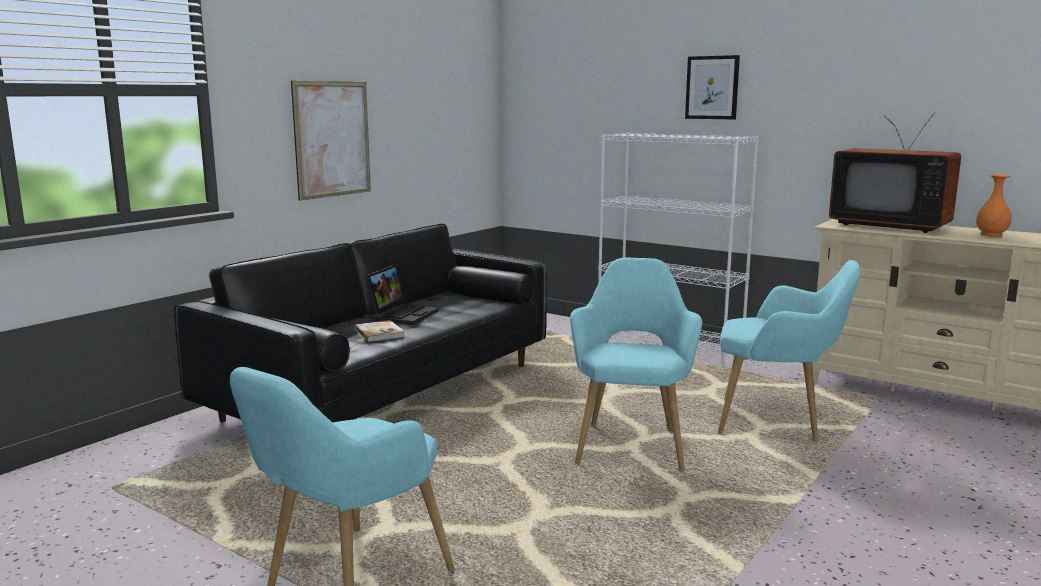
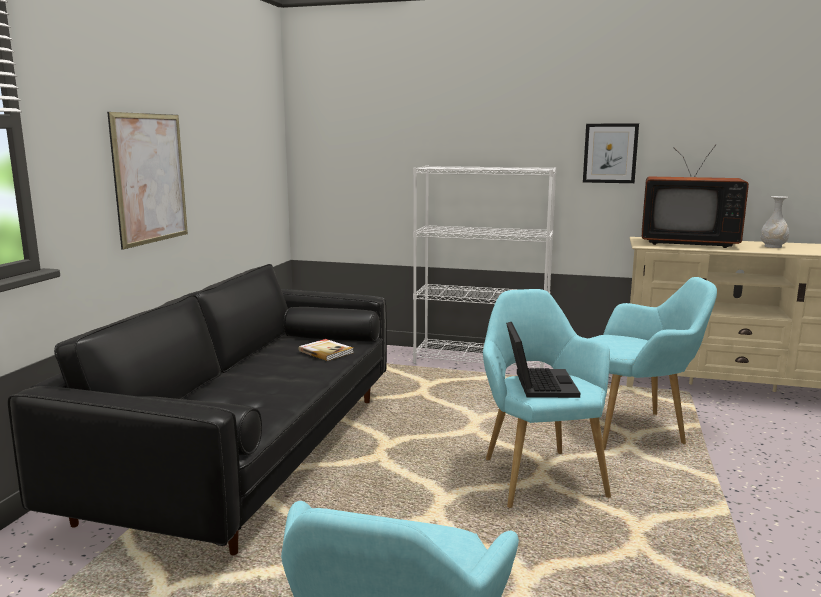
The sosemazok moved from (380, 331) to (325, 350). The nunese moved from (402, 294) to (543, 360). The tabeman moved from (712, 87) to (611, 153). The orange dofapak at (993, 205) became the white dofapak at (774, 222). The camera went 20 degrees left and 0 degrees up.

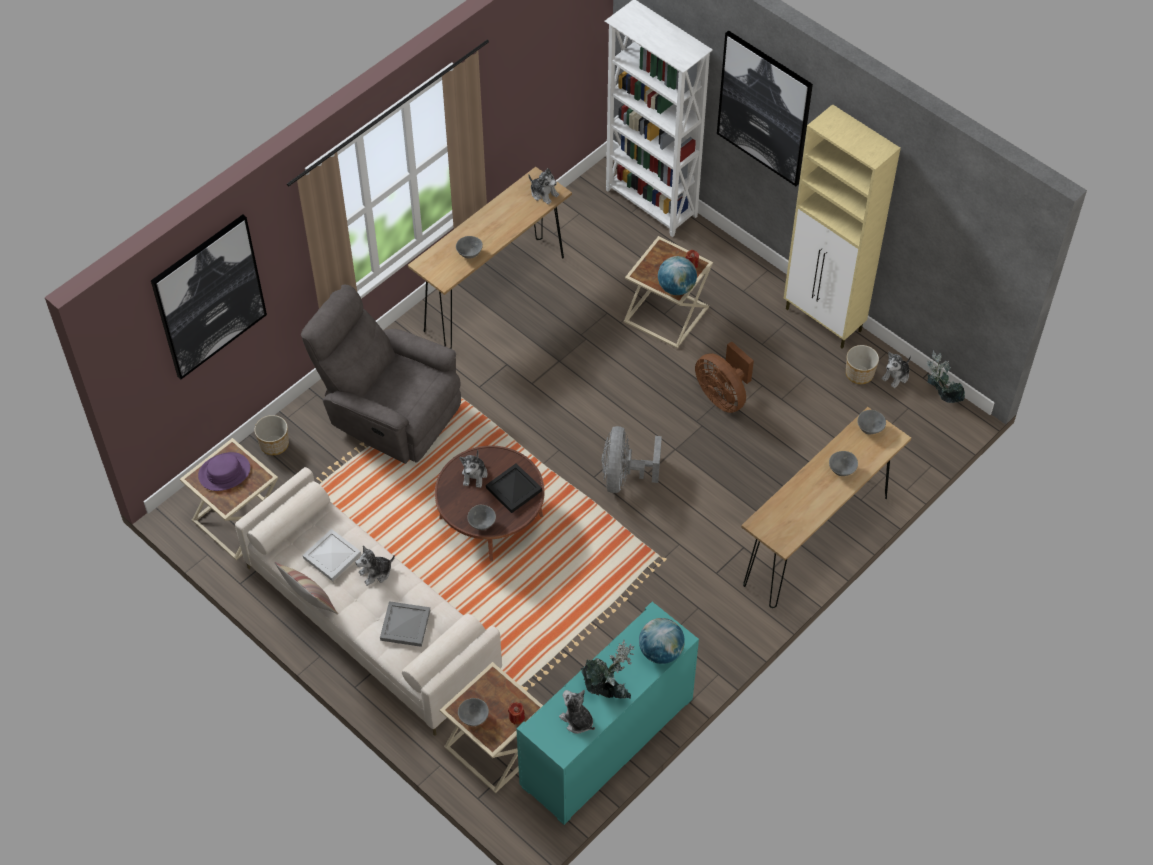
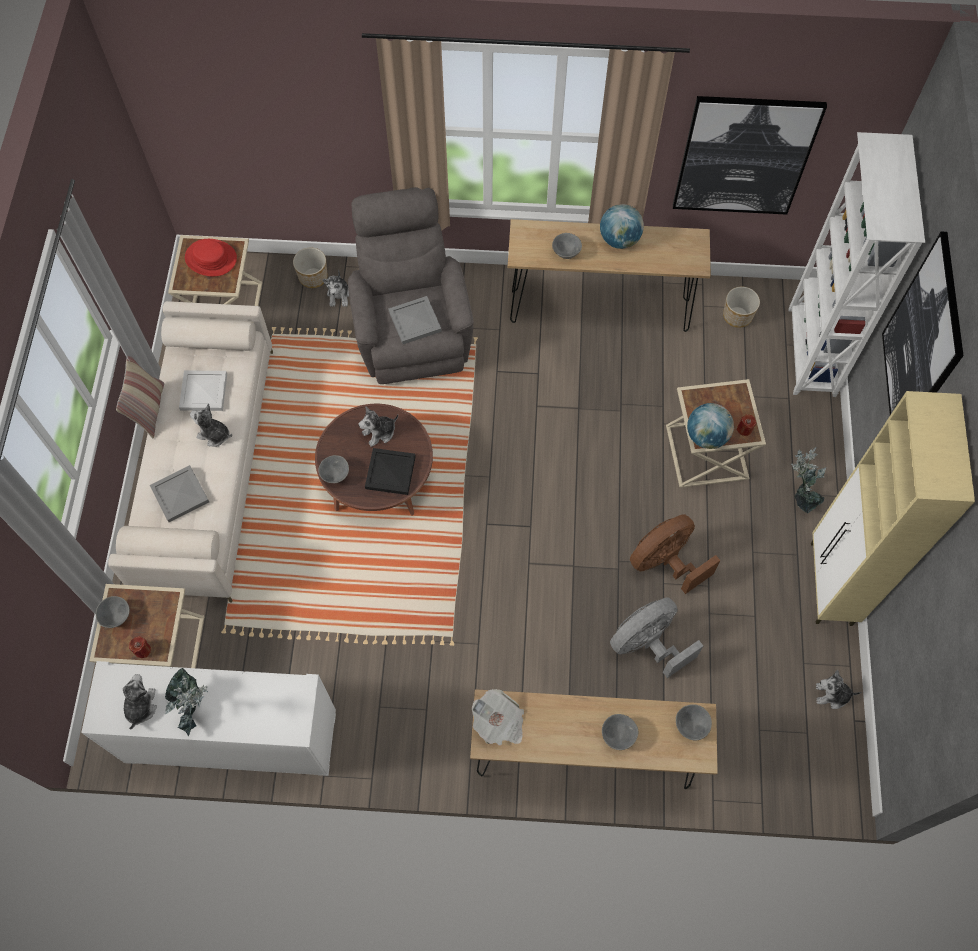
The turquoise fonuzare at (607, 713) became the white fonuzare at (208, 718). The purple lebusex at (224, 471) became the red lebusex at (211, 257). The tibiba moved from (543, 186) to (335, 288). The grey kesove at (415, 320) appeared. The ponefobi at (498, 717) appeared. The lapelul moved from (662, 641) to (622, 226). The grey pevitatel moved from (632, 459) to (656, 637). The brown pevitatel at (724, 377) turned 45 degrees clockwise. The tabeman moved from (209, 297) to (750, 155). The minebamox moved from (862, 364) to (741, 307). The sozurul moved from (946, 376) to (808, 480). The camera went 50 degrees right and 10 degrees up.

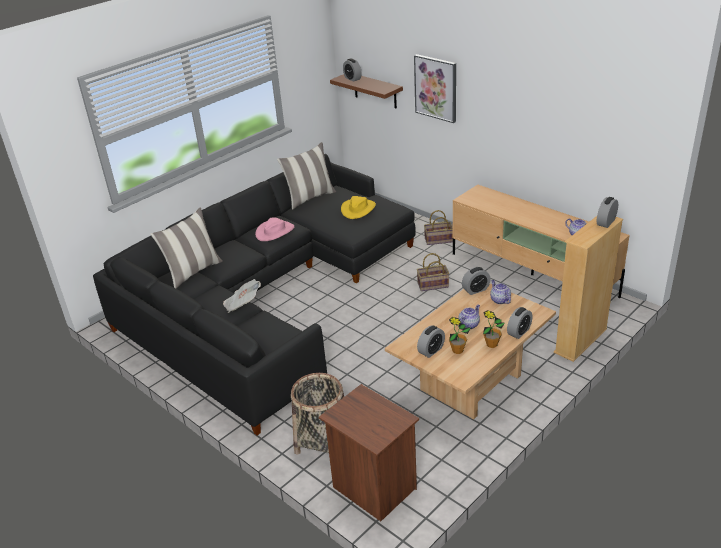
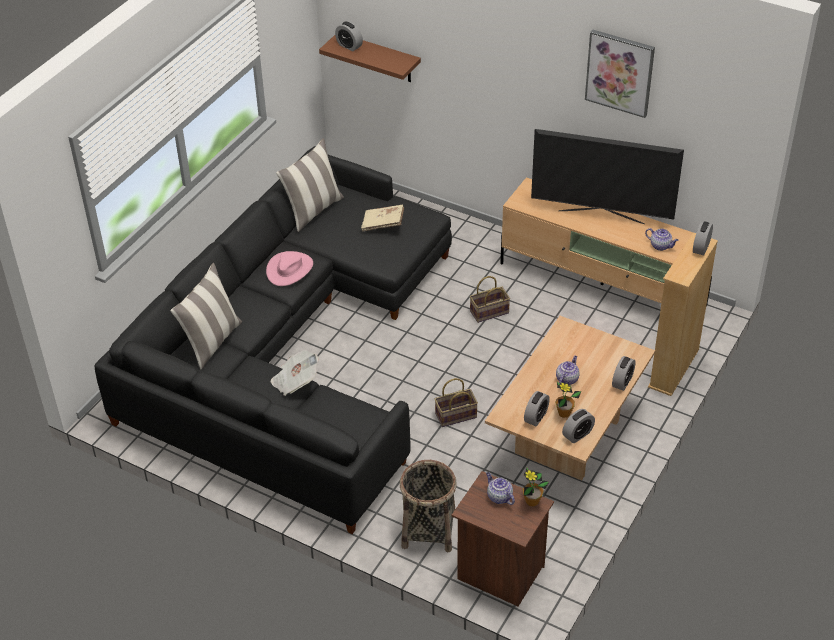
The yellow lebusex at (358, 207) was replaced by the beige sosemazok at (382, 218). The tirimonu moved from (438, 227) to (456, 402). The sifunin moved from (500, 292) to (500, 488). The sozurul moved from (494, 329) to (536, 487). The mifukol at (607, 176) appeared. The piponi moved from (476, 281) to (578, 426). The tabeman moved from (435, 88) to (620, 73). The camera went 15 degrees left and 10 degrees up.

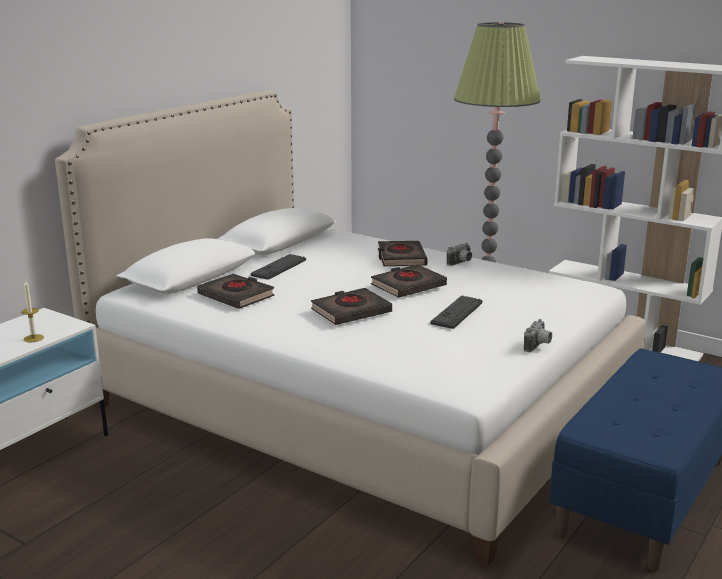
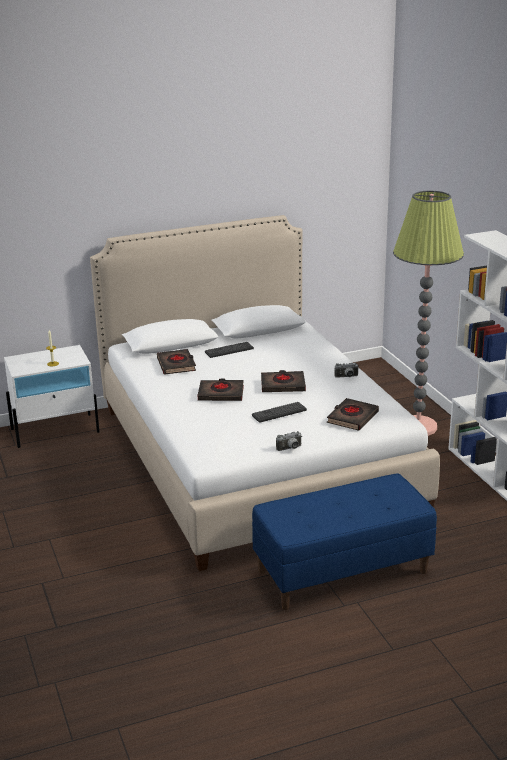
The black sosemazok moved from (403, 253) to (353, 414). The camera went 35 degrees right and 5 degrees up.

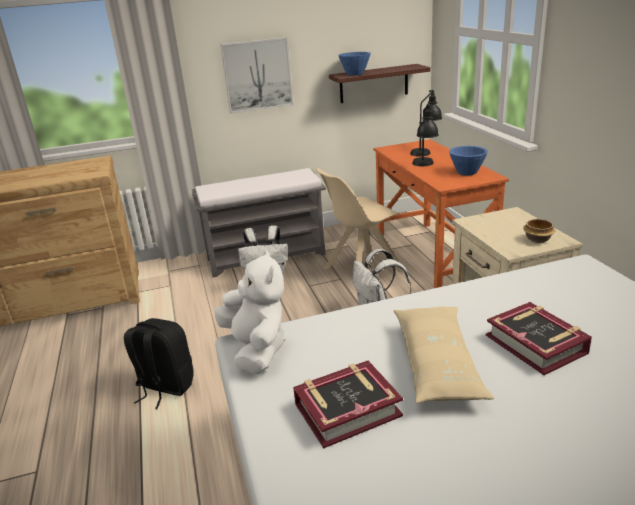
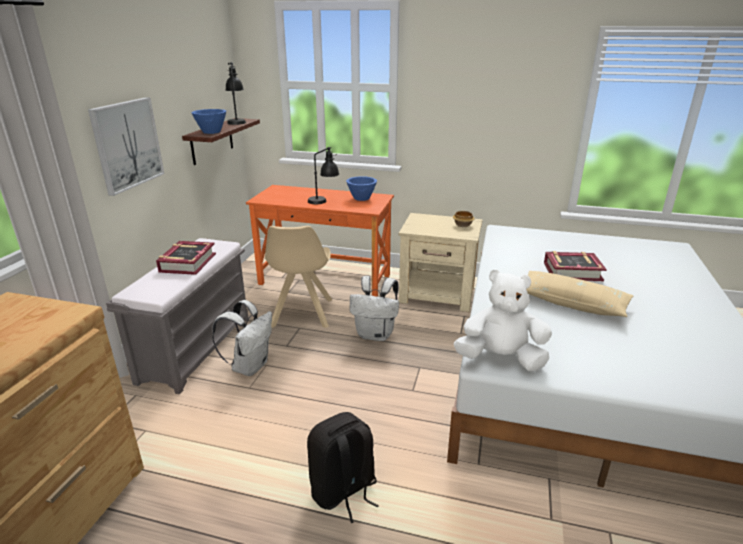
The sosemazok moved from (348, 404) to (186, 258). The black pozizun moved from (426, 123) to (236, 93). The camera went 60 degrees left and 0 degrees up.

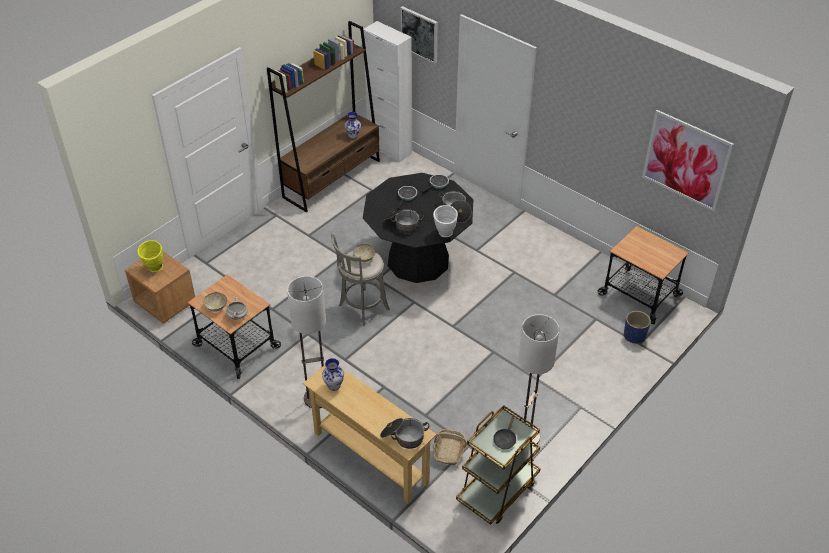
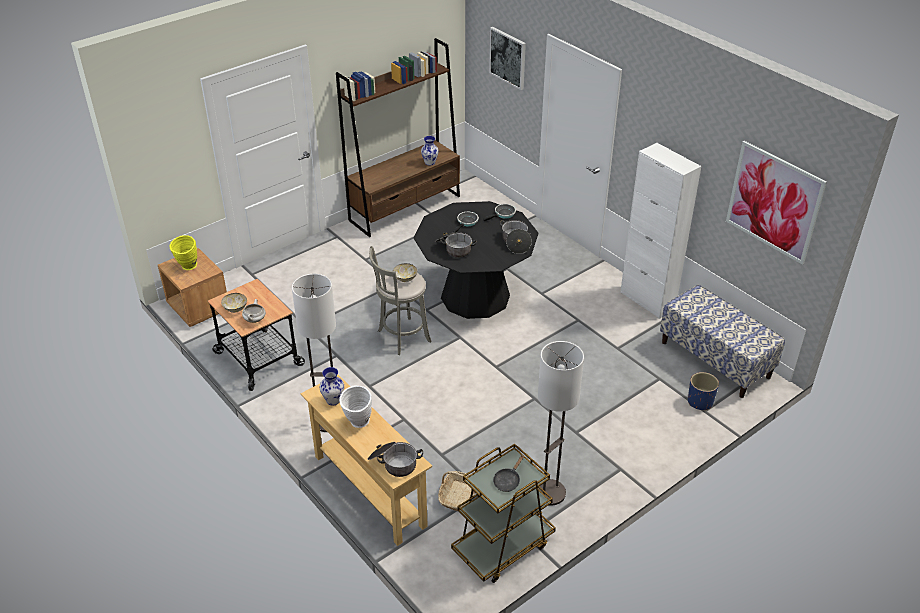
The white dofapak moved from (445, 221) to (355, 407). The white fonuzare moved from (387, 91) to (660, 231). The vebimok at (643, 275) was replaced by the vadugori at (722, 341). The camera went 10 degrees right and 5 degrees down.

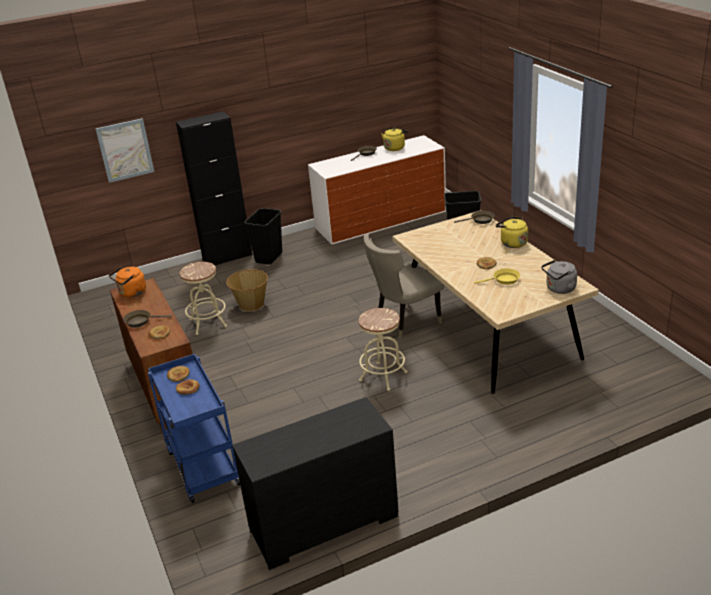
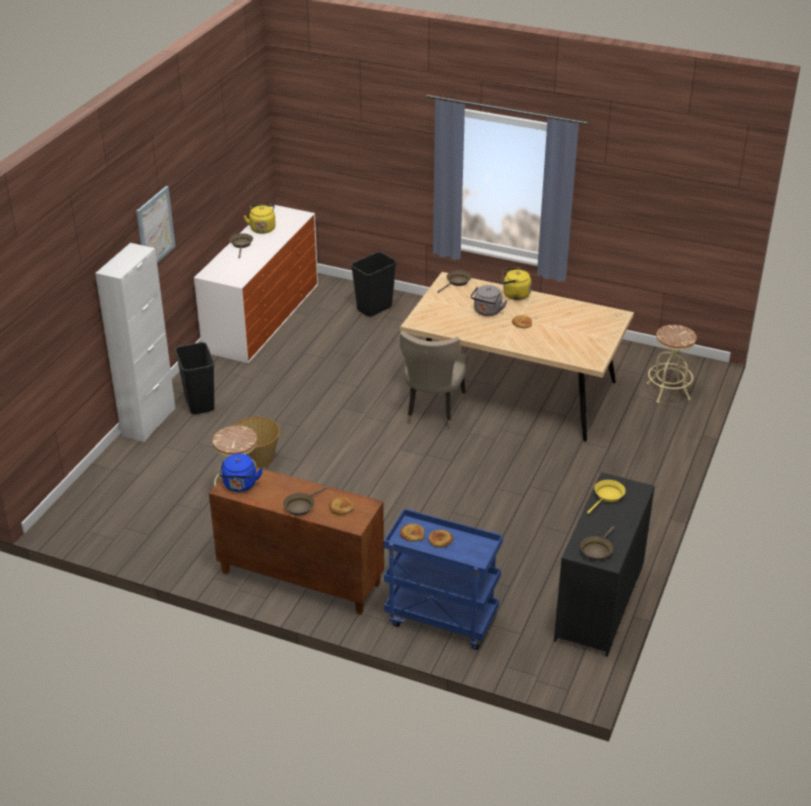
The black fonuzare at (214, 188) became the white fonuzare at (135, 342). The tabeman moved from (125, 150) to (155, 224). The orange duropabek at (127, 282) became the blue duropabek at (241, 473). The grey duropabek moved from (559, 277) to (489, 300). The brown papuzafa at (597, 543) appeared. The yellow papuzafa moved from (497, 276) to (606, 497). The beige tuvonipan moved from (383, 349) to (672, 364). The camera went 45 degrees left and 5 degrees up.

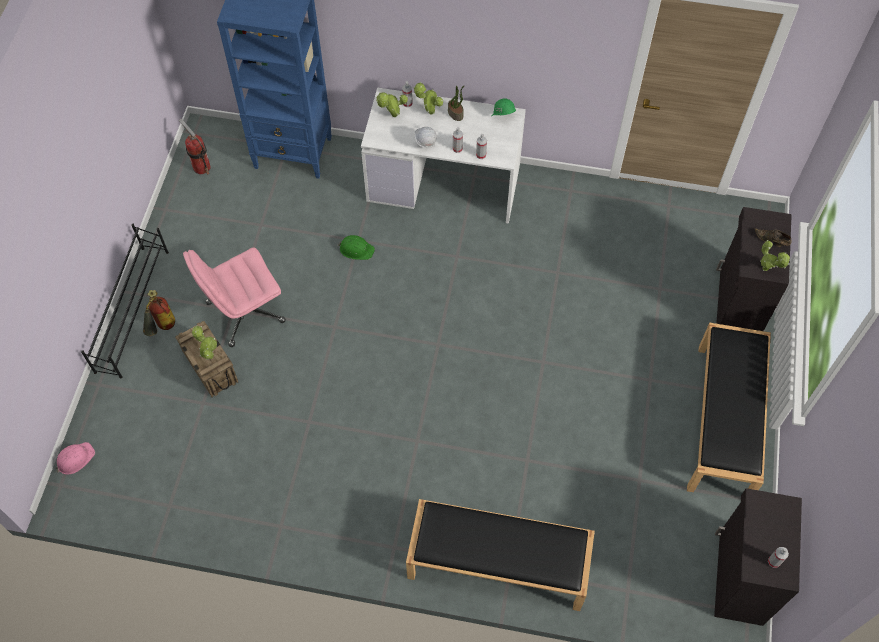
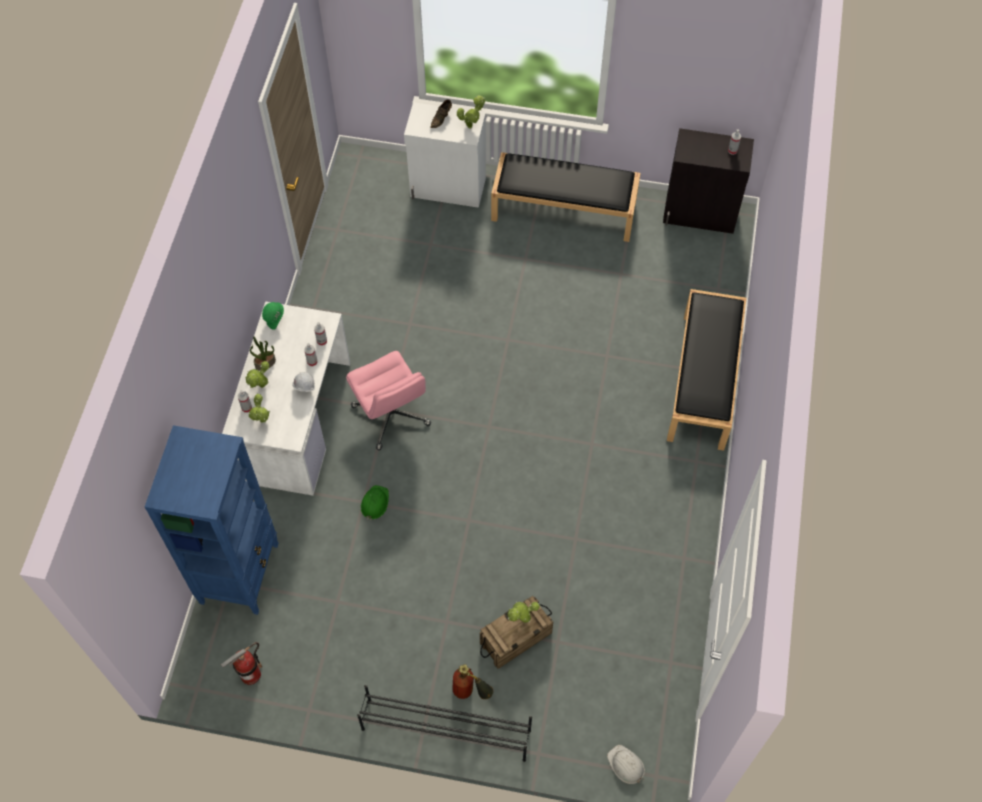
The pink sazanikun moved from (234, 297) to (388, 400). The black fonuzare at (754, 269) became the white fonuzare at (445, 155). The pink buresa at (75, 458) became the white buresa at (626, 764). The camera went 90 degrees left and 0 degrees up.

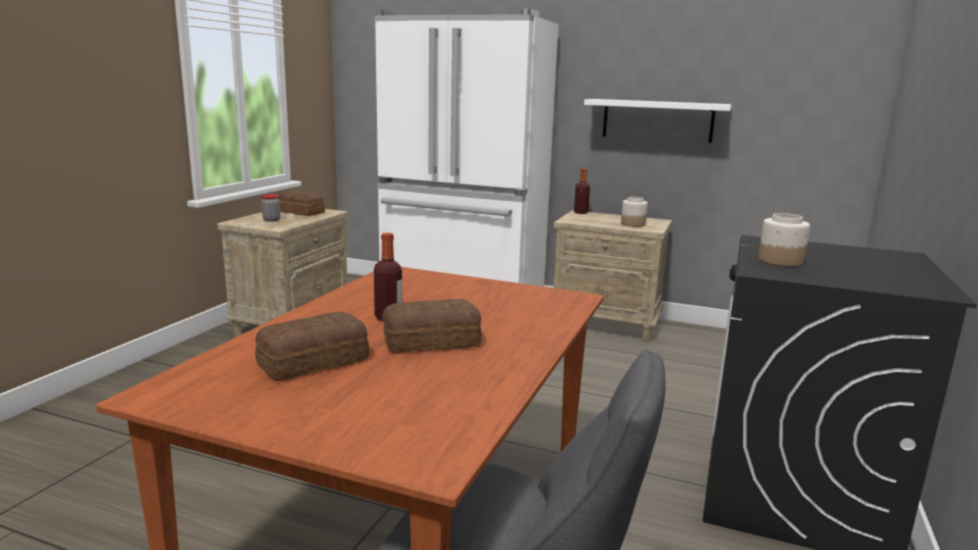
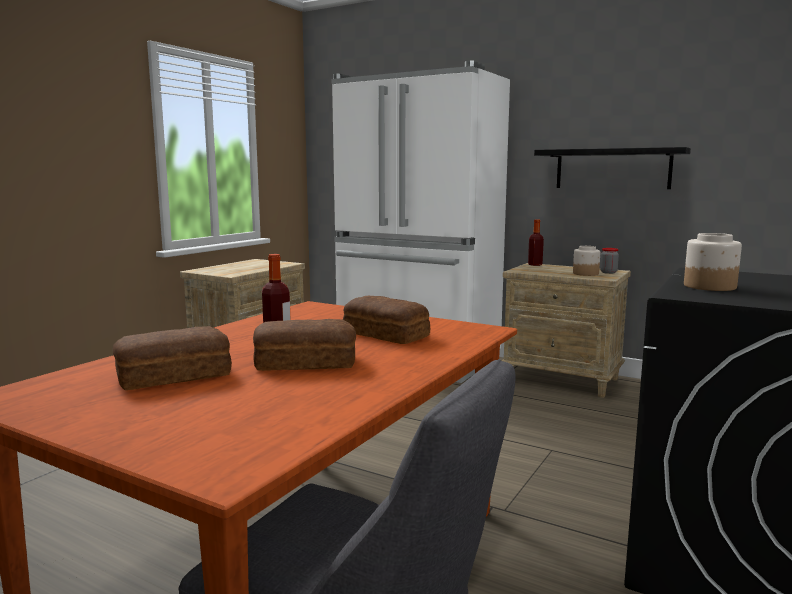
The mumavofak moved from (301, 203) to (386, 320). The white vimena at (658, 121) became the black vimena at (612, 168). The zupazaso moved from (271, 208) to (609, 261). The camera went 10 degrees right and 5 degrees down.

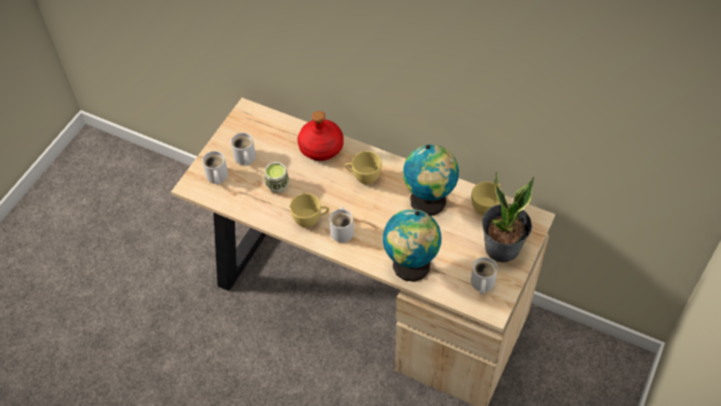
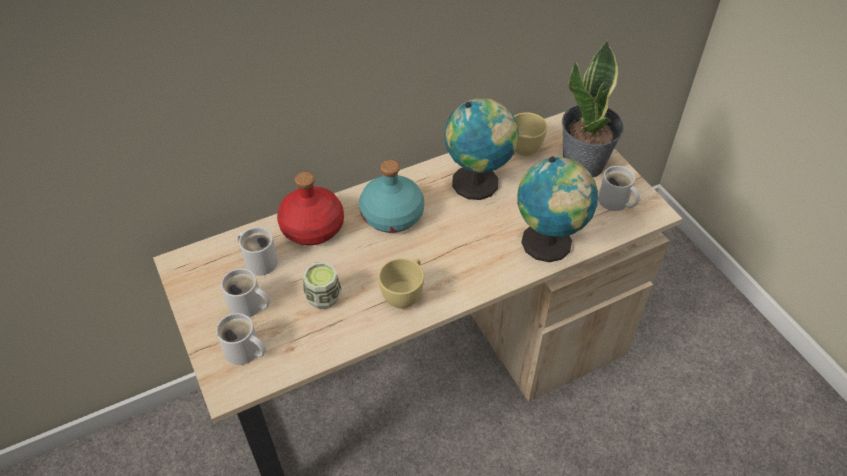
The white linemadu moved from (341, 225) to (257, 251). The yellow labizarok at (363, 167) was replaced by the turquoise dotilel at (391, 196). The camera went 55 degrees left and 5 degrees down.

